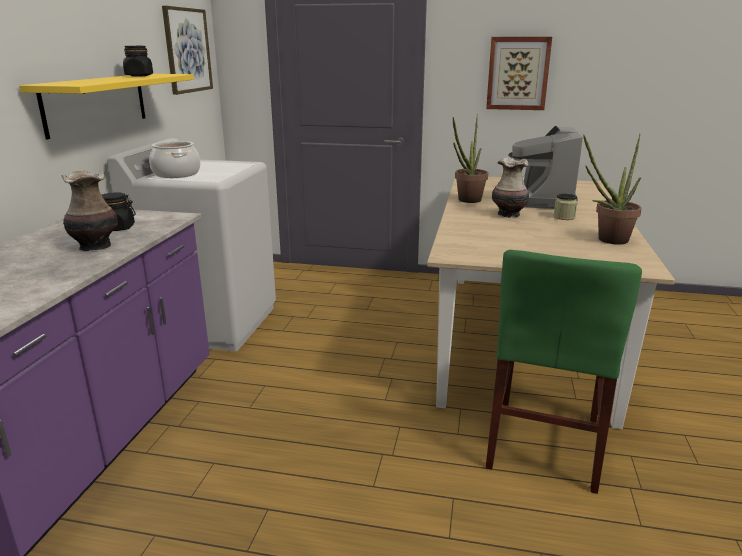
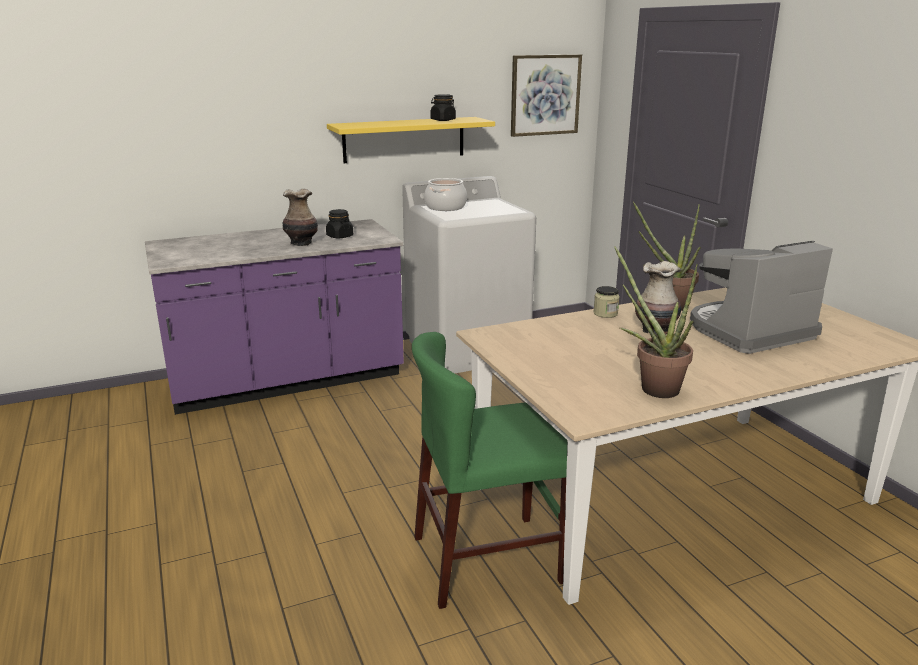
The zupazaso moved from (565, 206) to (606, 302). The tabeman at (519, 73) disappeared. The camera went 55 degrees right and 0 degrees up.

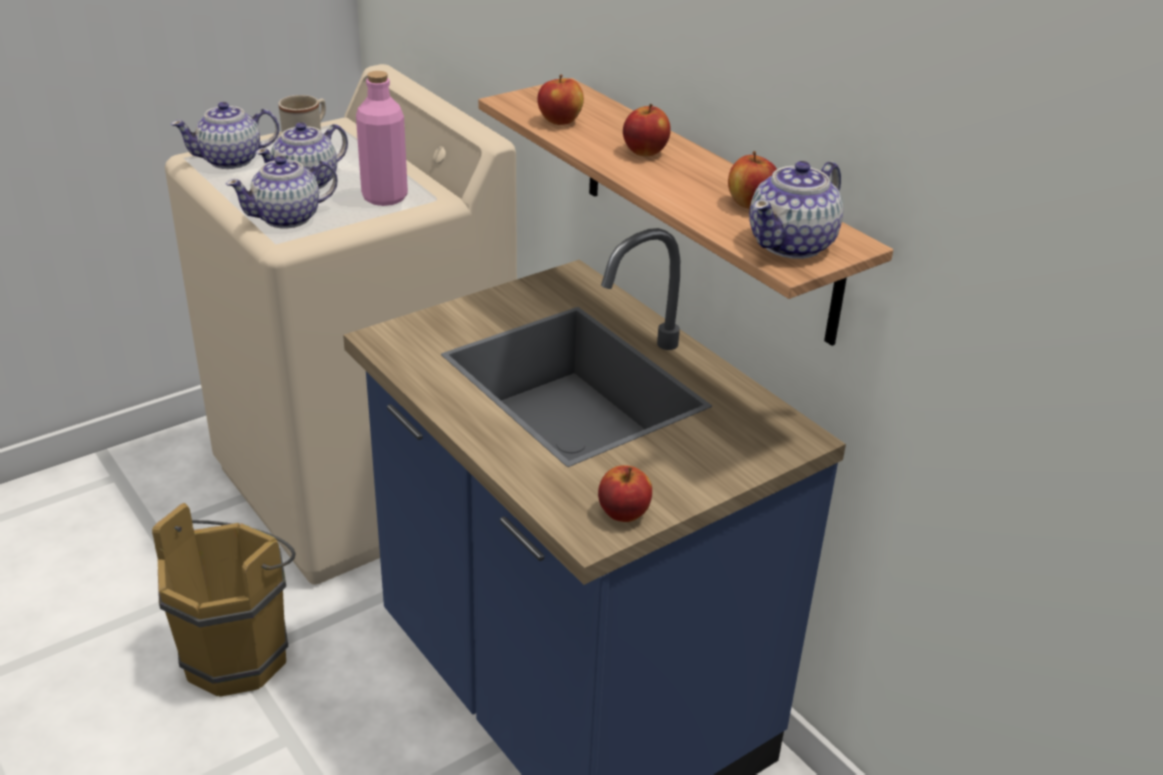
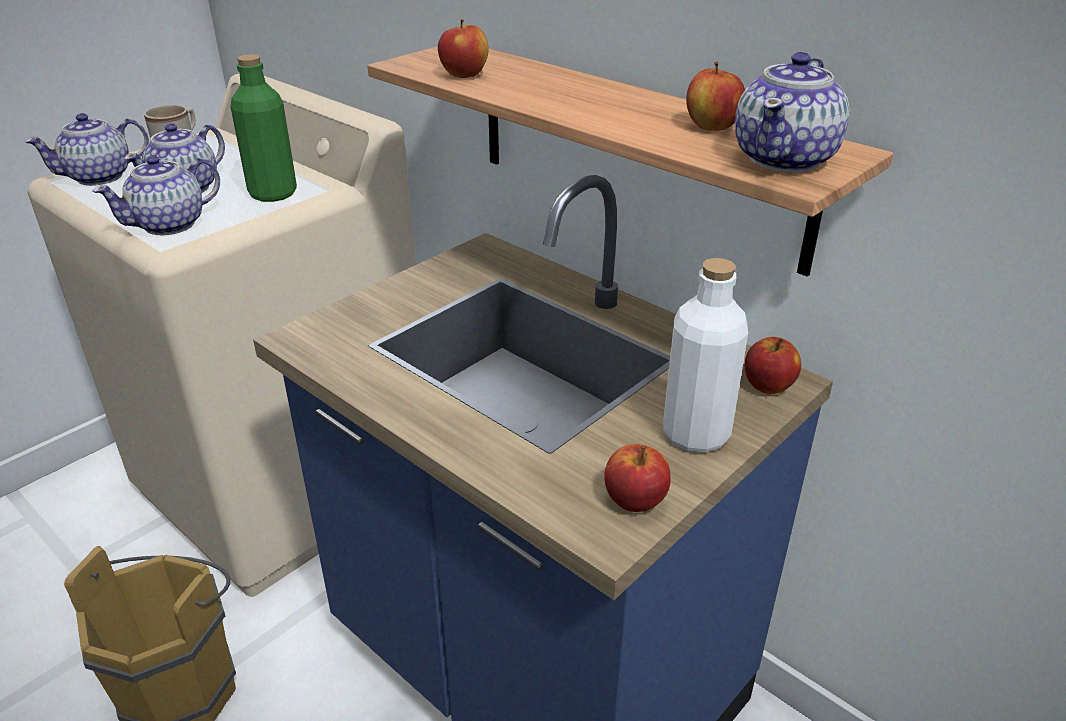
The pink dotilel at (382, 138) became the green dotilel at (263, 128). The white dotilel at (705, 355) appeared. The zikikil moved from (647, 130) to (773, 365). The camera went 10 degrees left and 0 degrees up.

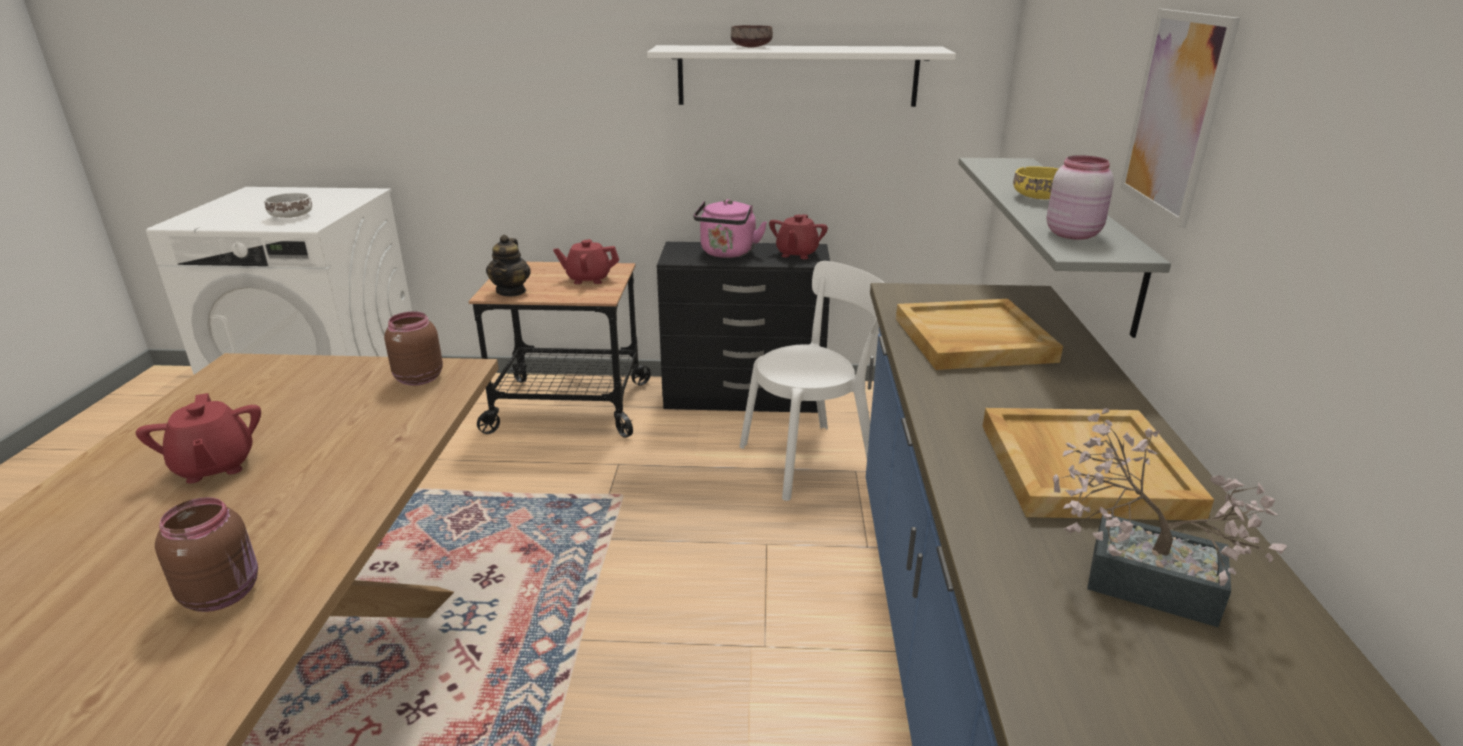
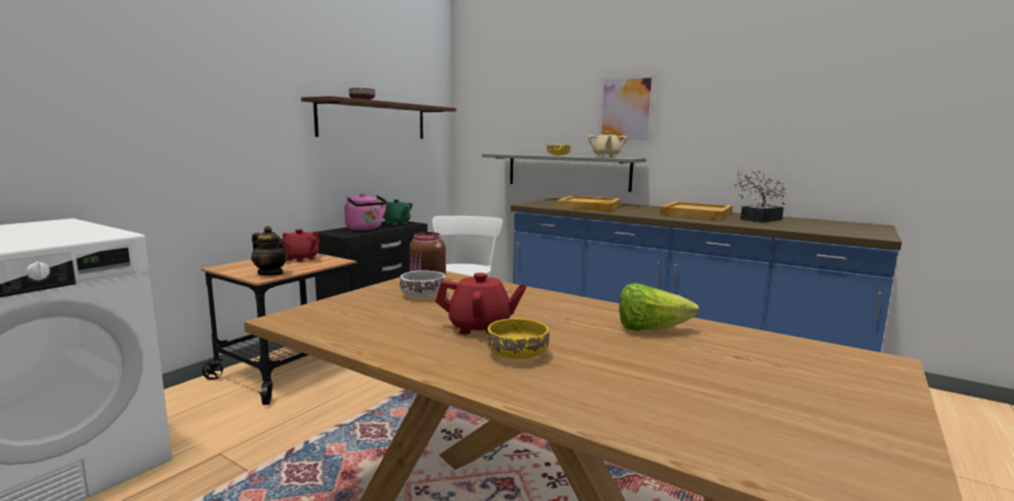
The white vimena at (801, 76) became the brown vimena at (378, 117). The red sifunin at (798, 236) became the green sifunin at (396, 212). The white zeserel moved from (288, 205) to (423, 283). The yellow zeserel at (518, 338) appeared. The pink zupazaso at (1080, 197) was replaced by the beige sifunin at (607, 144). The brown zupazaso at (206, 554) was replaced by the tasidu at (659, 307). The camera went 60 degrees left and 15 degrees down.

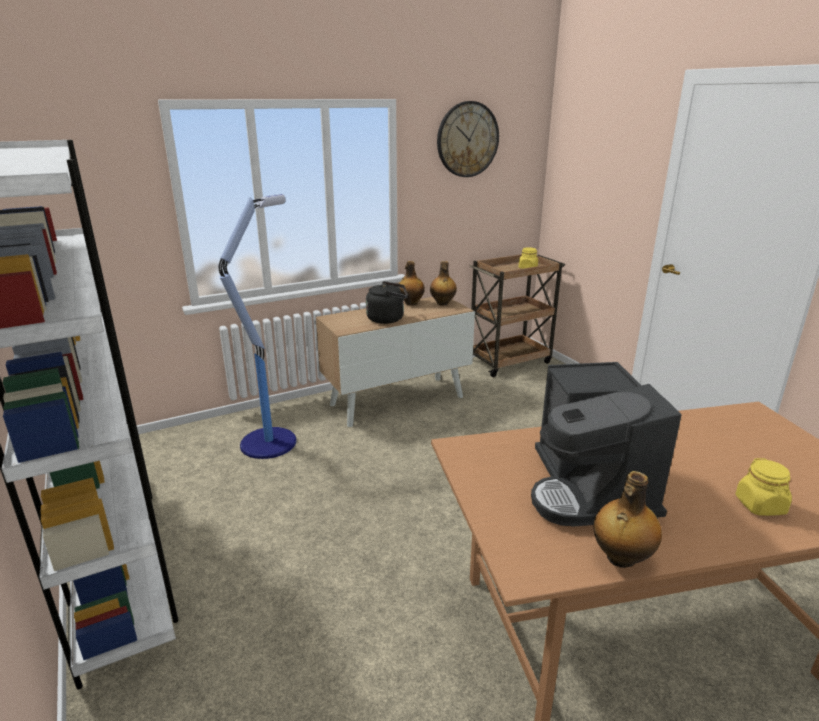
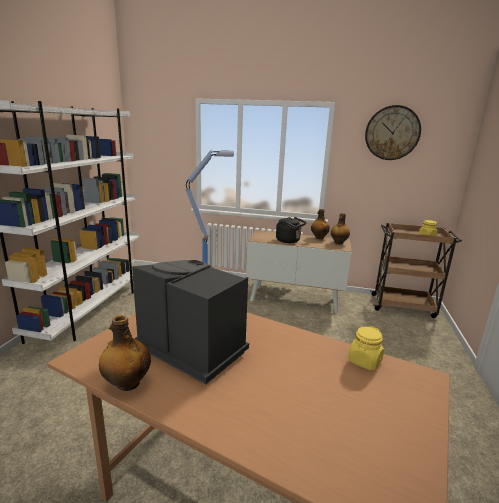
The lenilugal at (606, 444) turned 90 degrees clockwise. The yellow zupazaso moved from (763, 487) to (366, 348). The camera went 40 degrees right and 5 degrees down.

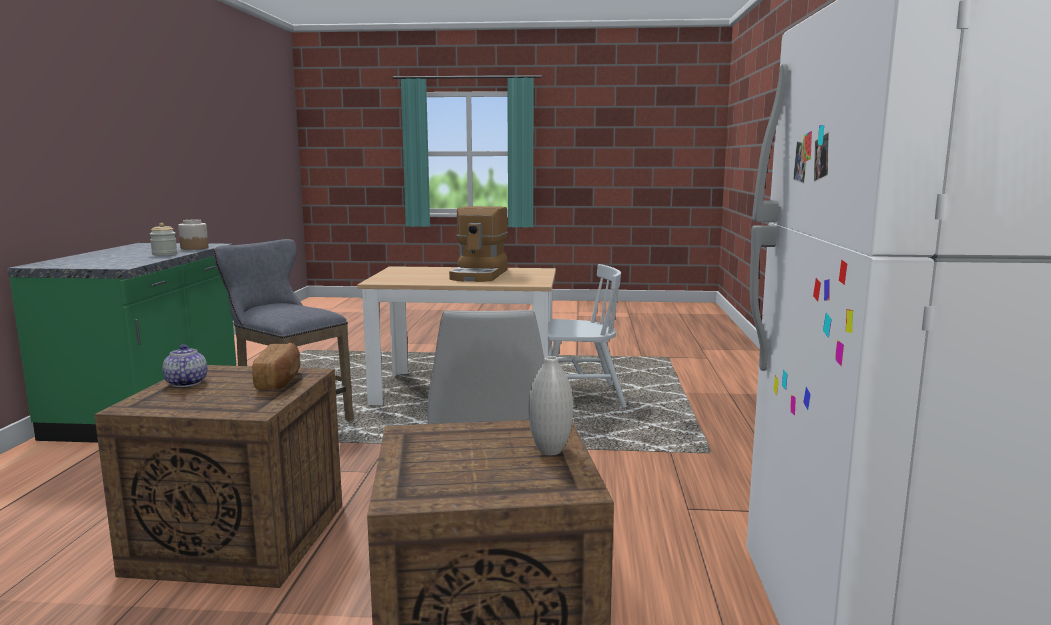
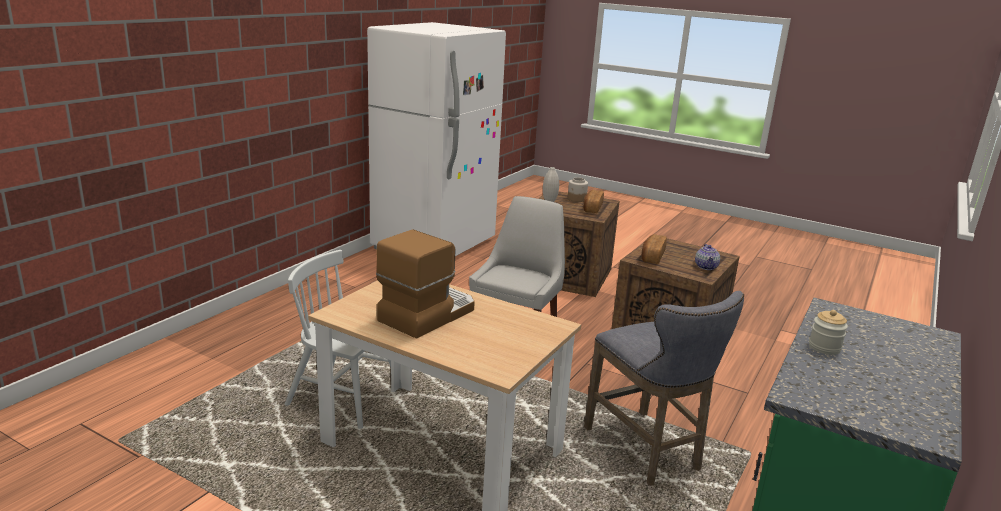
The zupazaso moved from (193, 235) to (578, 189). The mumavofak at (593, 201) appeared. The camera went 155 degrees left and 10 degrees up.

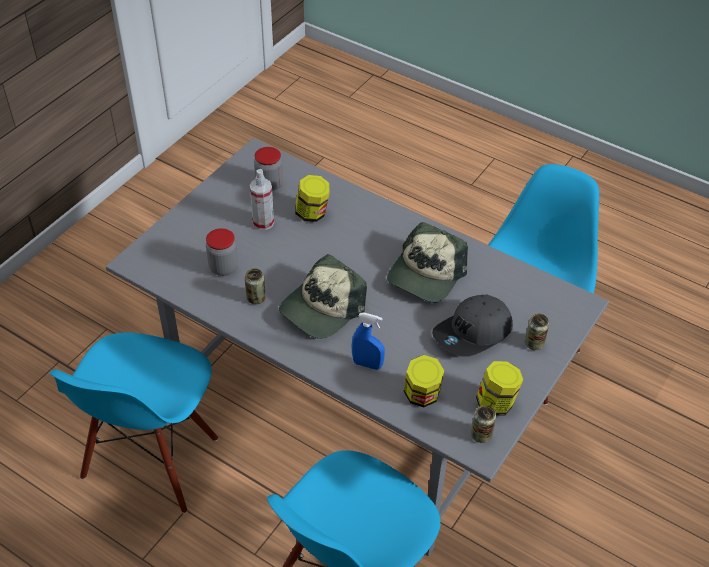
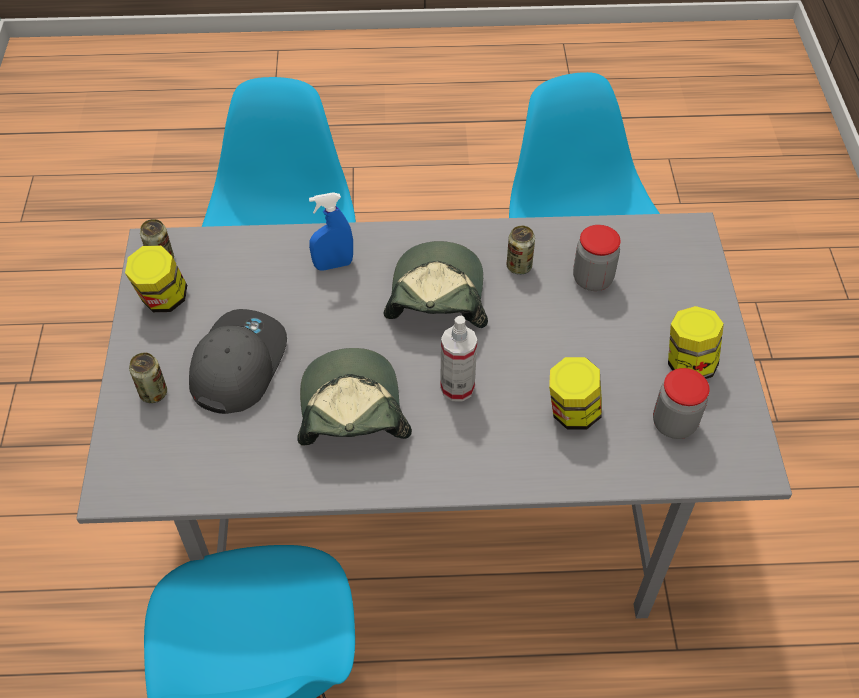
The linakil moved from (262, 199) to (458, 359). The zupazaso moved from (424, 381) to (696, 342). The camera went 145 degrees right and 5 degrees up.

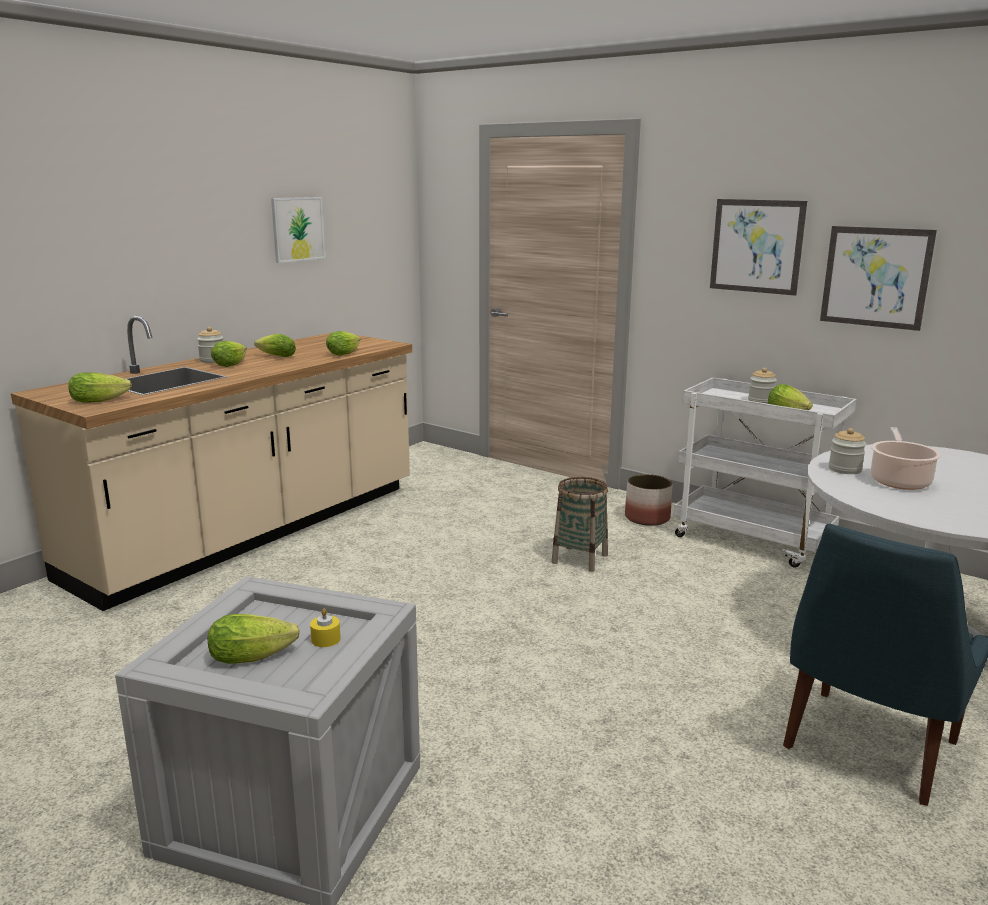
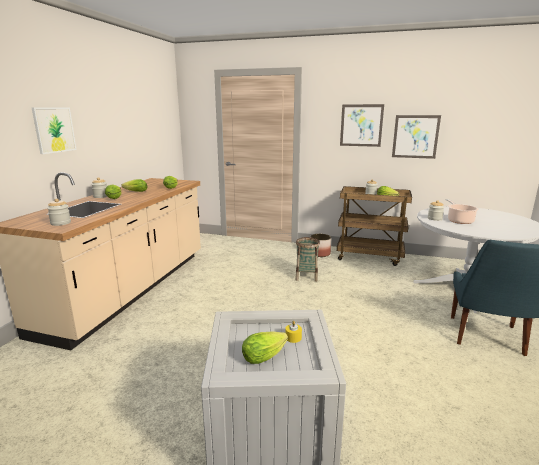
The tabeman moved from (298, 230) to (54, 130). The tasidu at (100, 387) was replaced by the zupazaso at (59, 212). The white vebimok at (765, 472) became the brown vebimok at (374, 226). The camera went 20 degrees left and 0 degrees up.

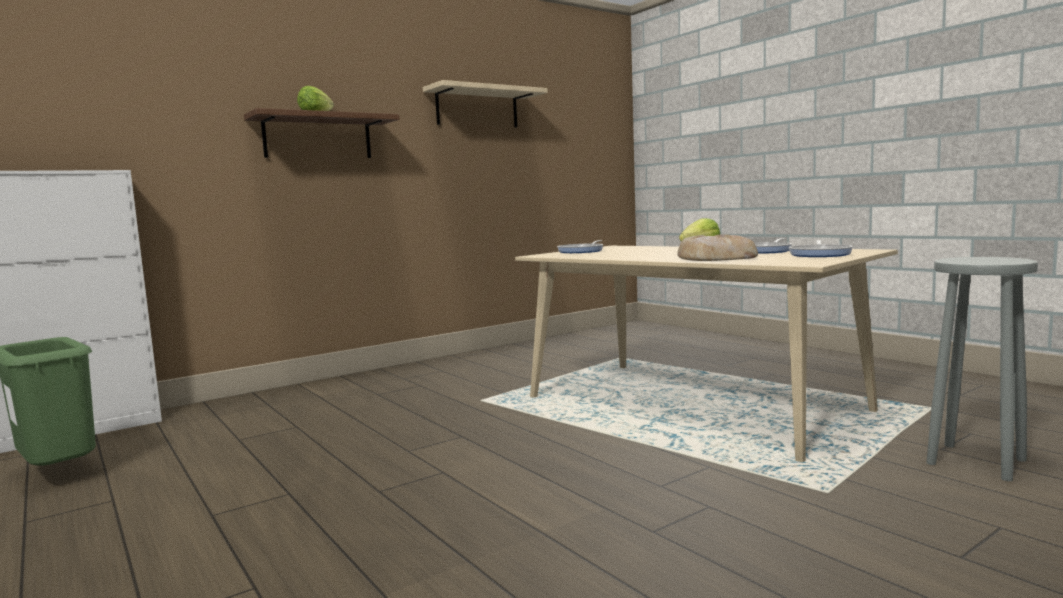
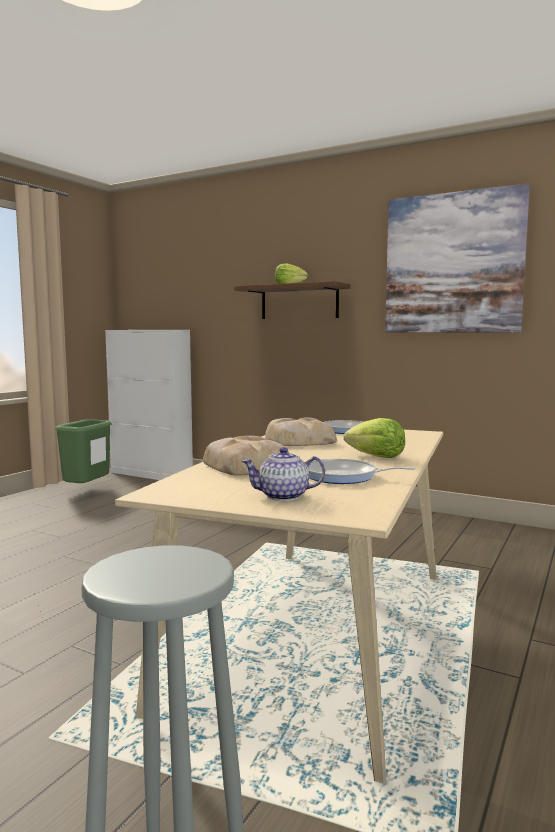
The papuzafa at (821, 248) was replaced by the sifunin at (283, 474). The mumavofak at (301, 432) appeared. The beige vimena at (485, 103) was replaced by the tabeman at (457, 258). The camera went 65 degrees right and 0 degrees up.

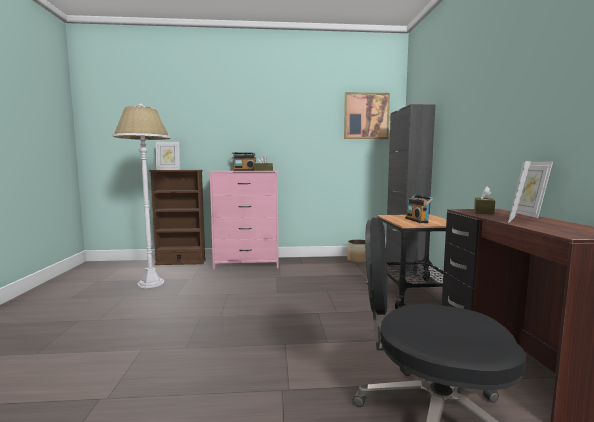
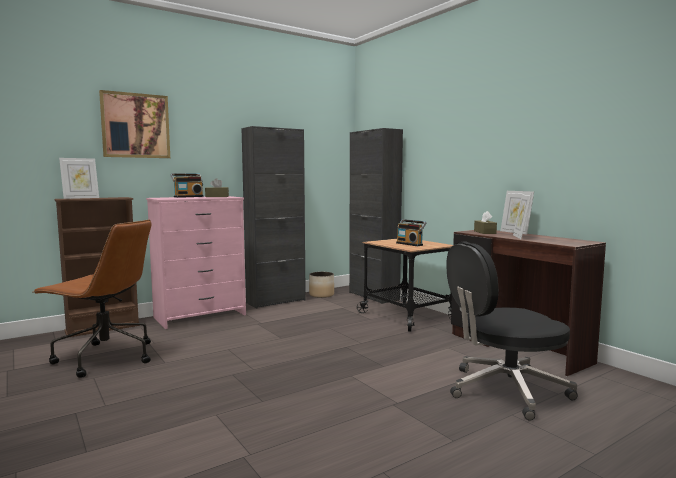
The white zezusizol at (141, 196) was replaced by the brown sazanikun at (92, 298). The tabeman moved from (367, 115) to (134, 124). The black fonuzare at (274, 217) appeared. The camera went 30 degrees left and 0 degrees up.

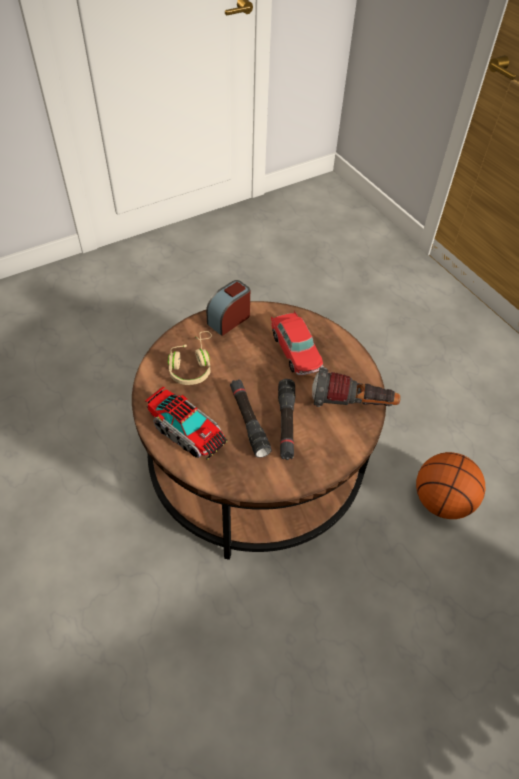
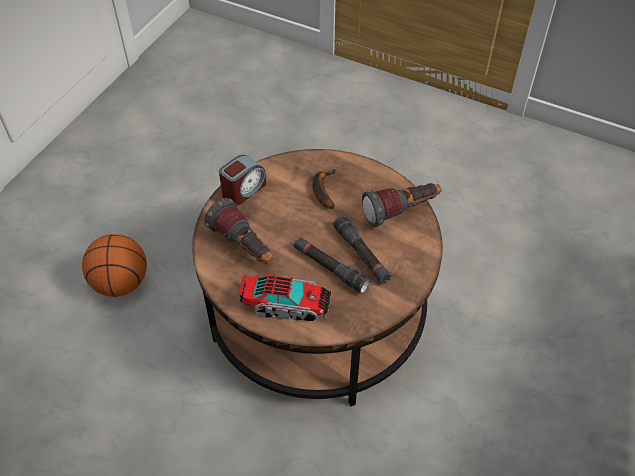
The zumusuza moved from (450, 485) to (114, 265). The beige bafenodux at (190, 358) was replaced by the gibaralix at (238, 231). The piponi at (228, 308) turned 150 degrees counterclockwise. The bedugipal at (297, 342) was replaced by the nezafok at (324, 189). The camera went 30 degrees left and 0 degrees up.

